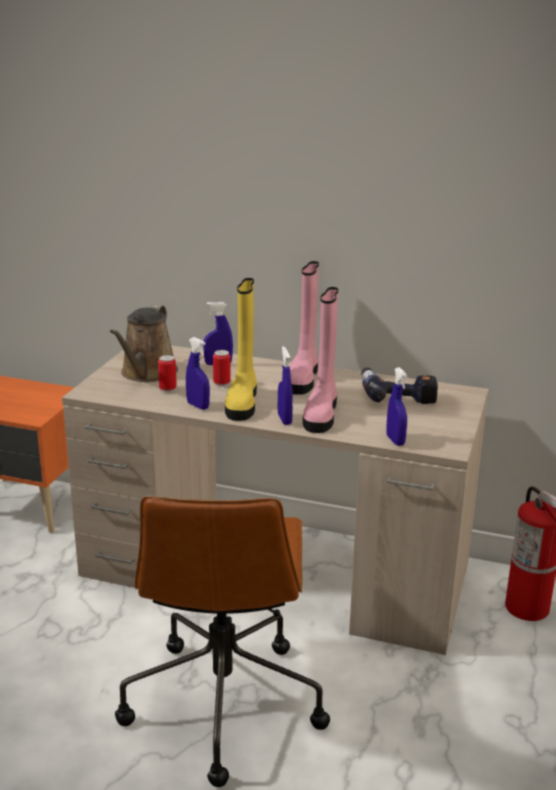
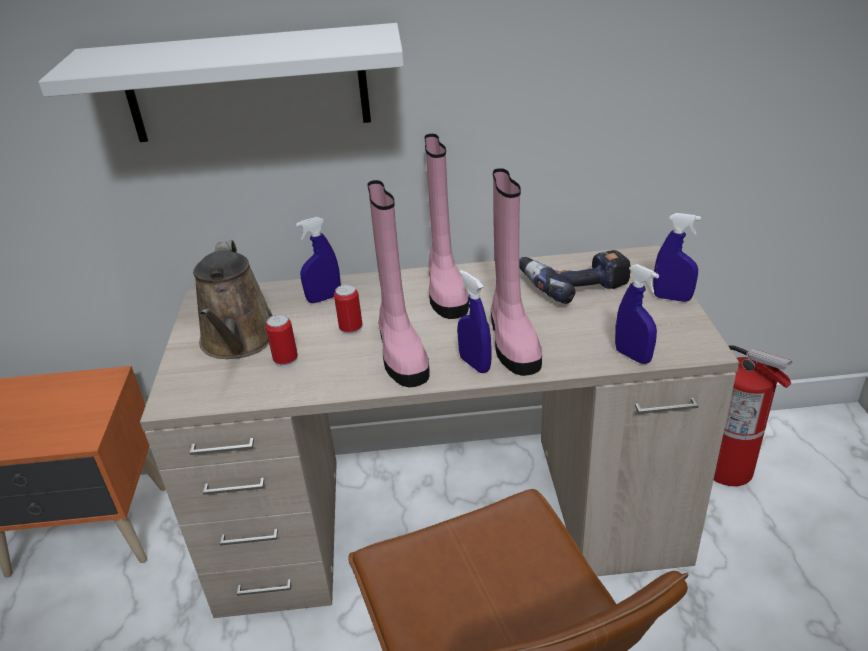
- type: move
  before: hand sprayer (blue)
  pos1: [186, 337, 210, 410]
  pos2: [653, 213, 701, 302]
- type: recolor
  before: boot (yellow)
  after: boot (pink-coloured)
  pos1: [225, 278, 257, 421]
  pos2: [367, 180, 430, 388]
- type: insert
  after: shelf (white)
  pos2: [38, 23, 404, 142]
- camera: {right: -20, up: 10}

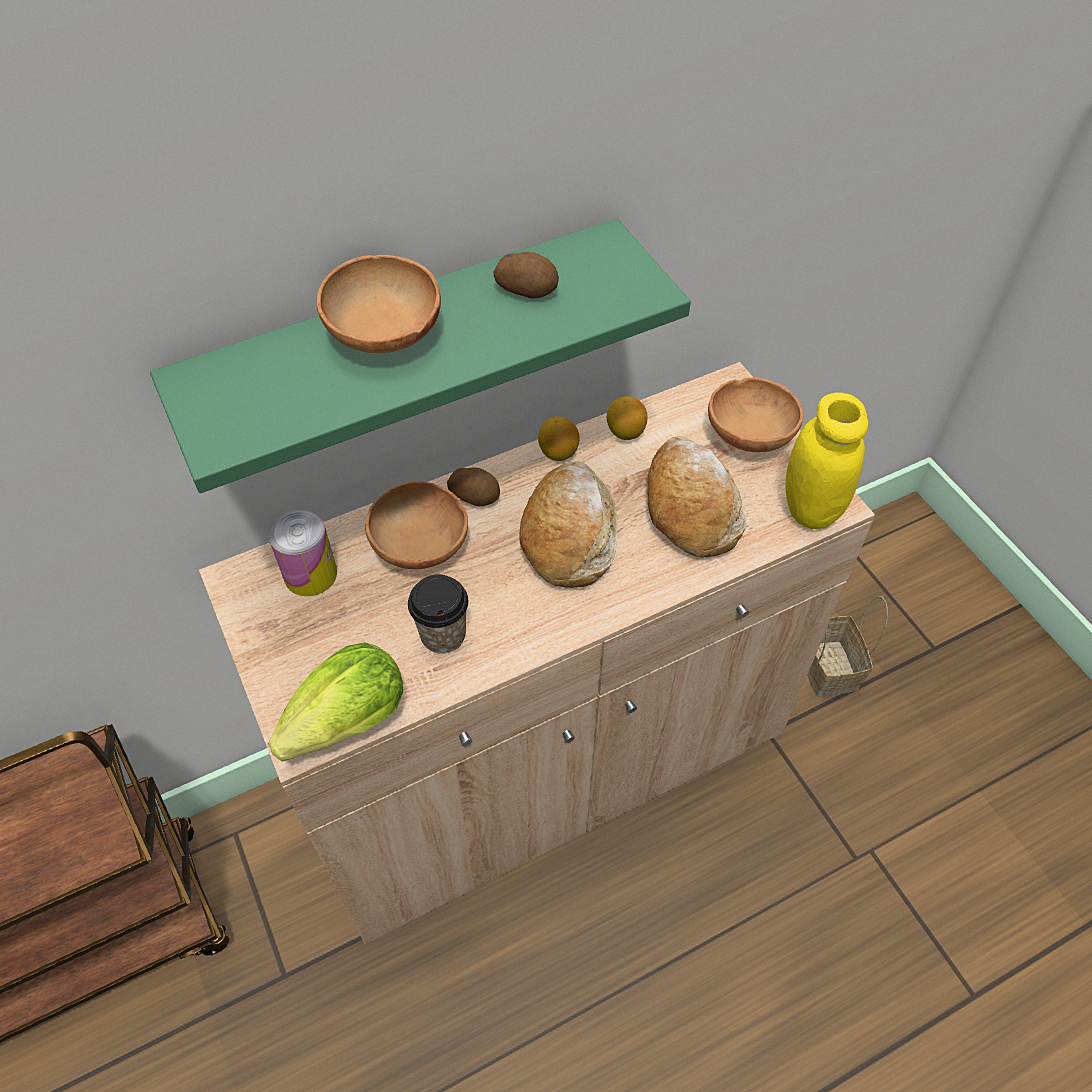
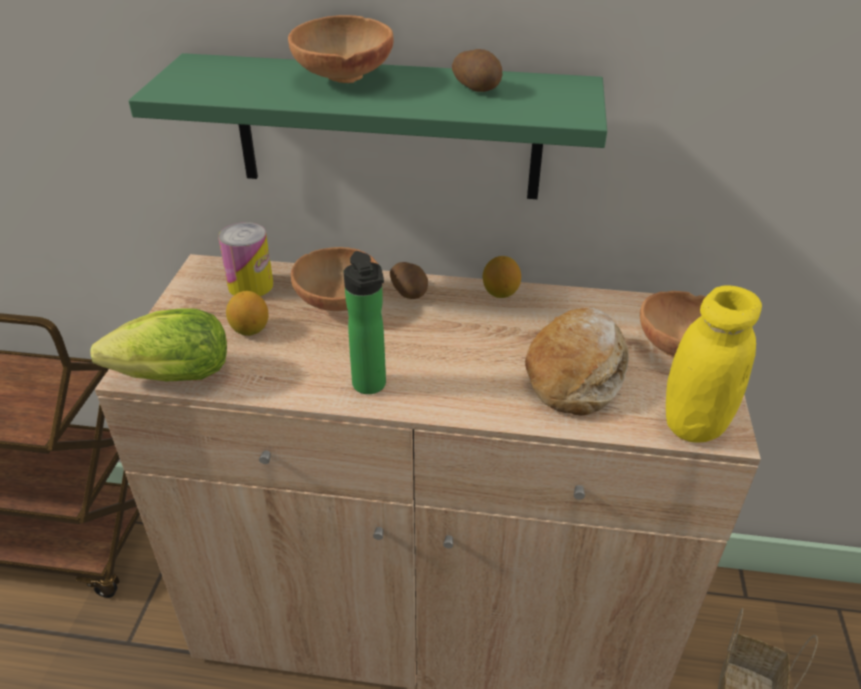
- type: delete
  before: cup
  pos1: [408, 574, 468, 654]
- type: delete
  before: bakery bread
  pos1: [519, 462, 617, 588]
- type: move
  before: lemon
  pos1: [607, 396, 647, 440]
  pos2: [226, 291, 269, 336]
- type: insert
  after: bottle
  pos2: [344, 251, 386, 394]
- camera: {right: 35, up: -15}

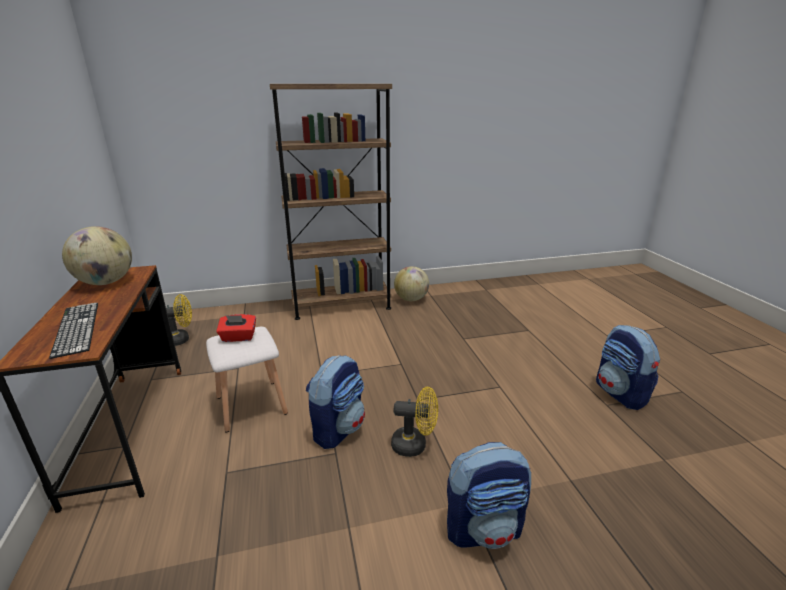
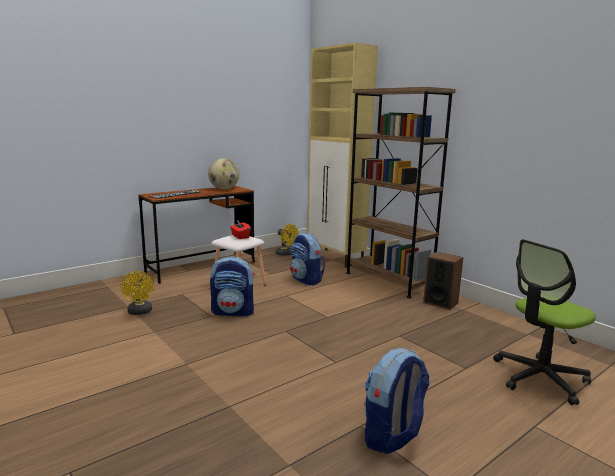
- type: move
  before: electric fan (yellow)
  pos1: [391, 387, 438, 457]
  pos2: [120, 271, 154, 315]
- type: replace
  before: globe
  after: audio speaker
  pos1: [394, 266, 429, 301]
  pos2: [423, 252, 463, 310]
- type: move
  before: rucksack
  pos1: [447, 442, 531, 549]
  pos2: [290, 233, 325, 285]
- type: insert
  after: cabinet (beige-coloured)
  pos2: [307, 42, 378, 268]
- type: insert
  after: desk chair
  pos2: [493, 239, 596, 405]
- camera: {right: 65, up: -10}

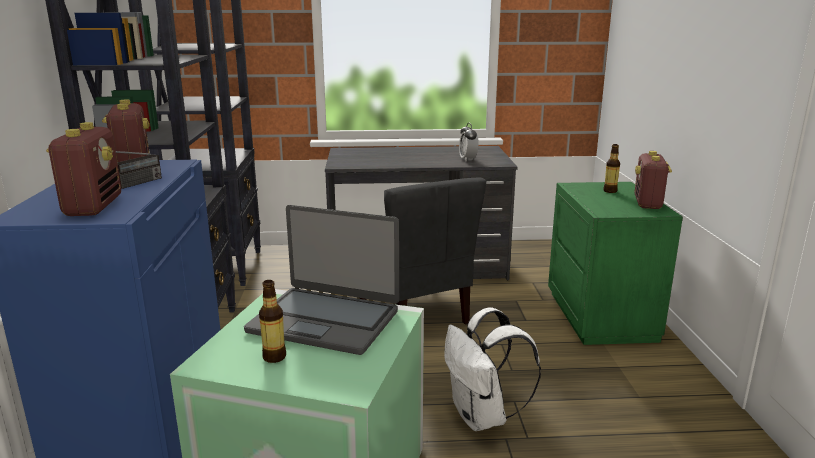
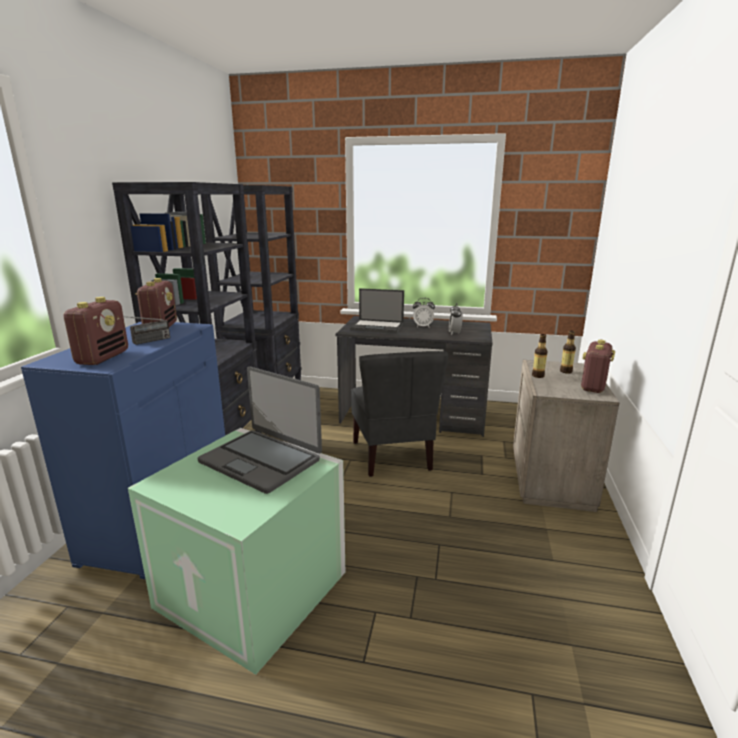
- type: move
  before: bottle
  pos1: [259, 280, 286, 363]
  pos2: [532, 334, 548, 378]
- type: delete
  before: rucksack (white)
  pos1: [444, 307, 541, 431]
- type: recolor
  before: nightstand (green-coloured)
  after: nightstand (beige-coloured)
  pos1: [548, 182, 683, 345]
  pos2: [513, 360, 620, 512]
- type: insert
  after: laptop
  pos2: [350, 288, 404, 333]
- type: insert
  after: bedside clock
  pos2: [413, 298, 435, 328]
- camera: {right: 15, up: 0}

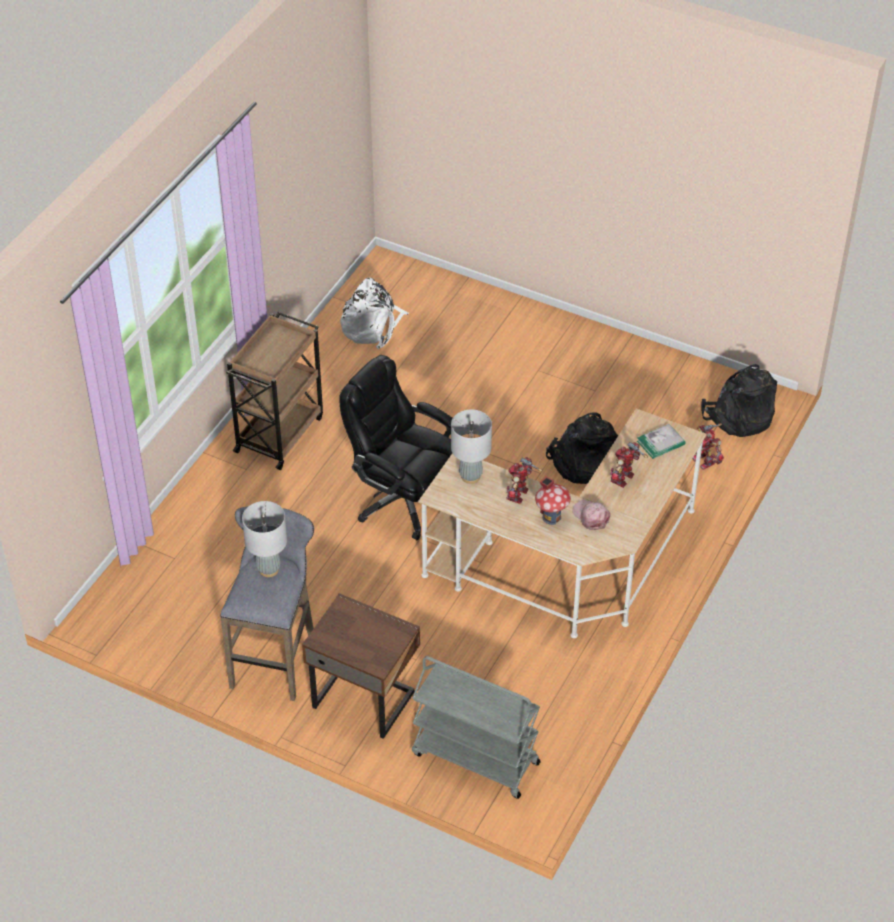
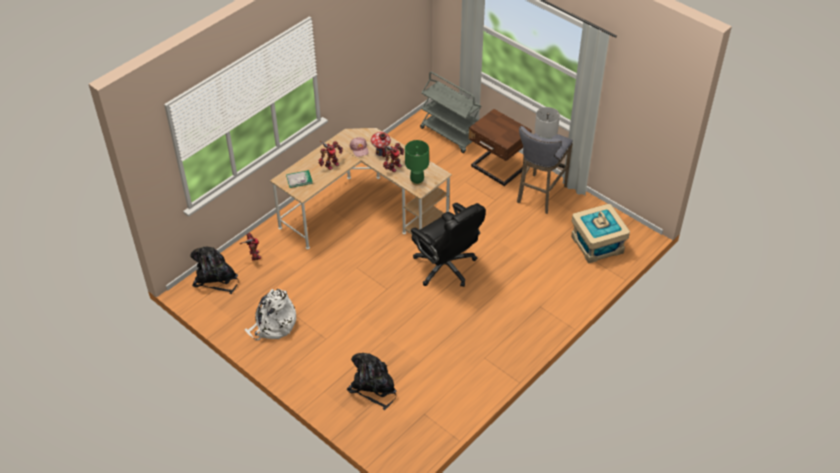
- type: delete
  before: trolley (brownish)
  pos1: [226, 312, 323, 470]
- type: move
  before: rucksack (white)
  pos1: [340, 278, 409, 349]
  pos2: [244, 289, 296, 340]
- type: recolor
  before: tabletop lamp (gray)
  after: tabletop lamp (green-coloured)
  pos1: [451, 409, 492, 484]
  pos2: [405, 140, 429, 185]
- type: move
  before: rucksack (blackish)
  pos1: [546, 412, 618, 484]
  pos2: [347, 353, 397, 411]
- type: insert
  after: storage box (beige-coloured)
  pos2: [571, 204, 630, 263]
- camera: {right: -165, up: 0}

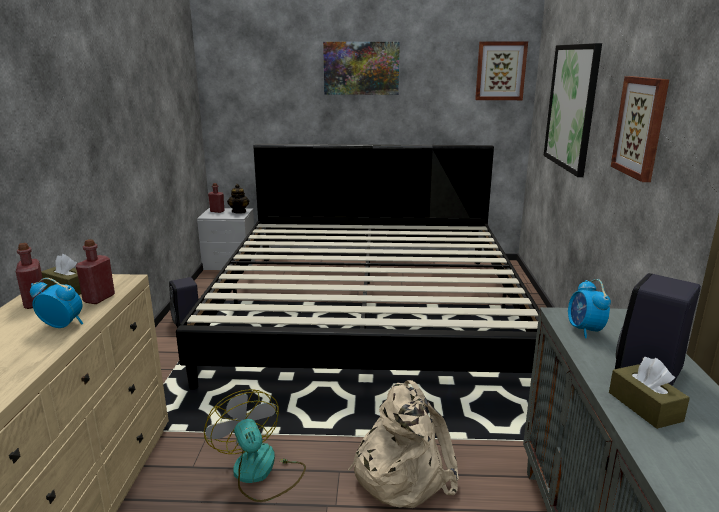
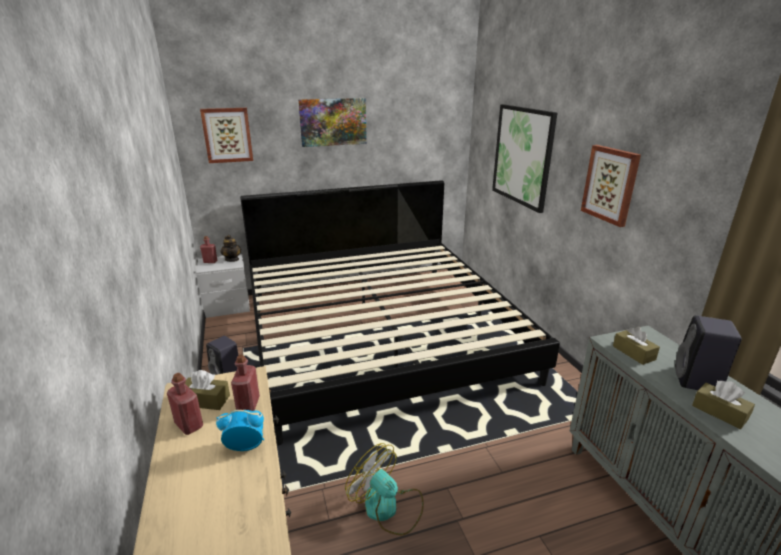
- type: delete
  before: rucksack (beige-coloured)
  pos1: [348, 380, 459, 508]
- type: move
  before: wall picture
  pos1: [475, 41, 528, 100]
  pos2: [200, 108, 253, 163]
- type: replace
  before: bedside clock
  after: tissue holder (brownish)
  pos1: [568, 279, 611, 338]
  pos2: [613, 327, 660, 365]
- camera: {right: -20, up: 5}

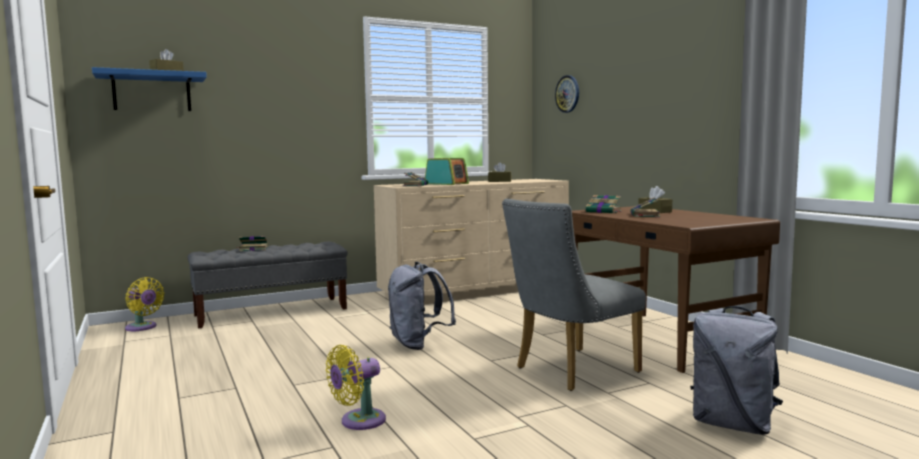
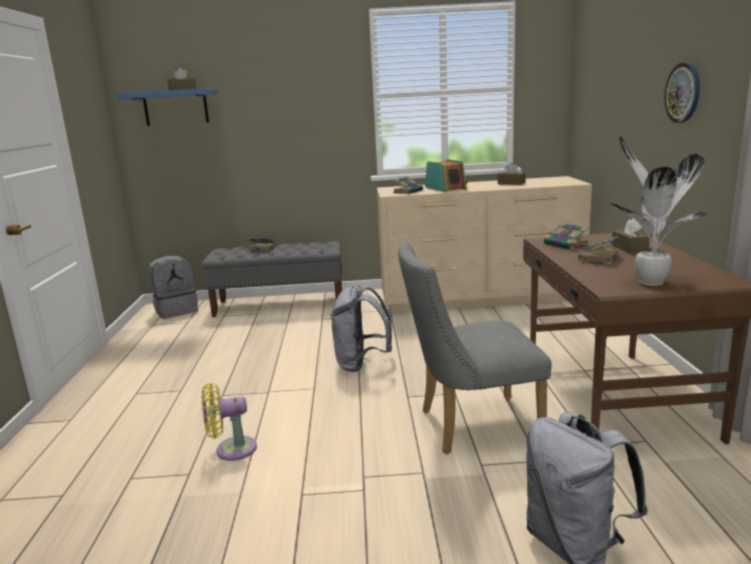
- type: replace
  before: electric fan (yellow)
  after: rucksack (gray)
  pos1: [125, 277, 165, 331]
  pos2: [148, 256, 198, 319]
- type: move
  before: wall clock
  pos1: [555, 75, 579, 113]
  pos2: [664, 62, 700, 123]
- type: insert
  after: houseplant
  pos2: [610, 136, 708, 286]
- camera: {right: 25, up: 10}

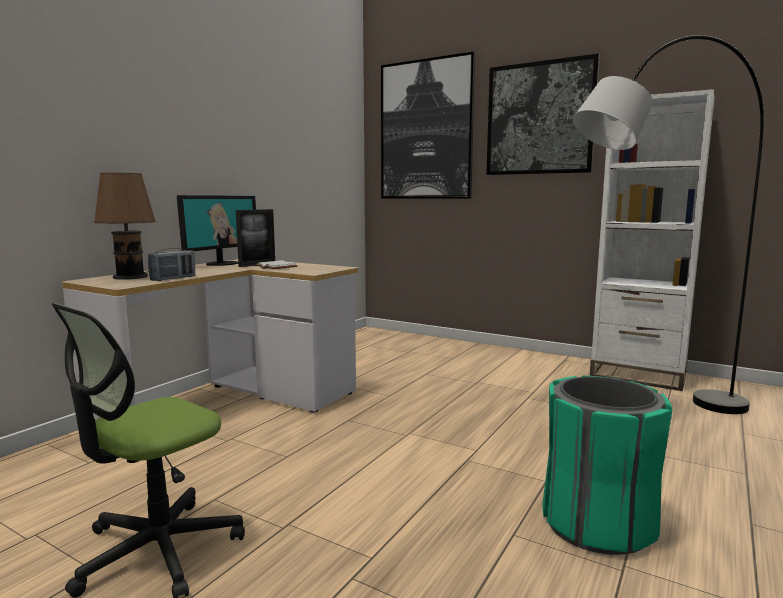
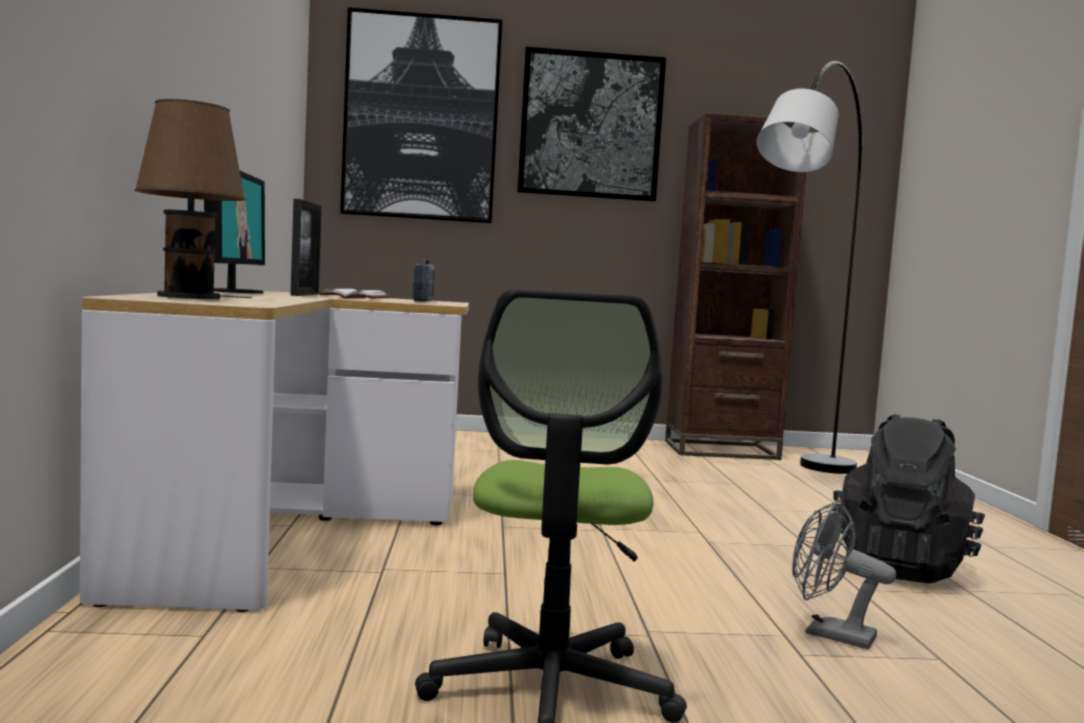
- type: move
  before: radio receiver
  pos1: [148, 248, 195, 281]
  pos2: [413, 259, 435, 302]
- type: replace
  before: waste bin (green-coloured)
  after: rucksack (blackish)
  pos1: [542, 375, 672, 555]
  pos2: [832, 414, 985, 584]
- type: recolor
  before: bookcase (white)
  after: bookcase (brownish)
  pos1: [590, 89, 715, 391]
  pos2: [665, 114, 810, 460]
- type: insert
  after: electric fan (gray)
  pos2: [793, 500, 896, 649]
- camera: {right: -35, up: -5}

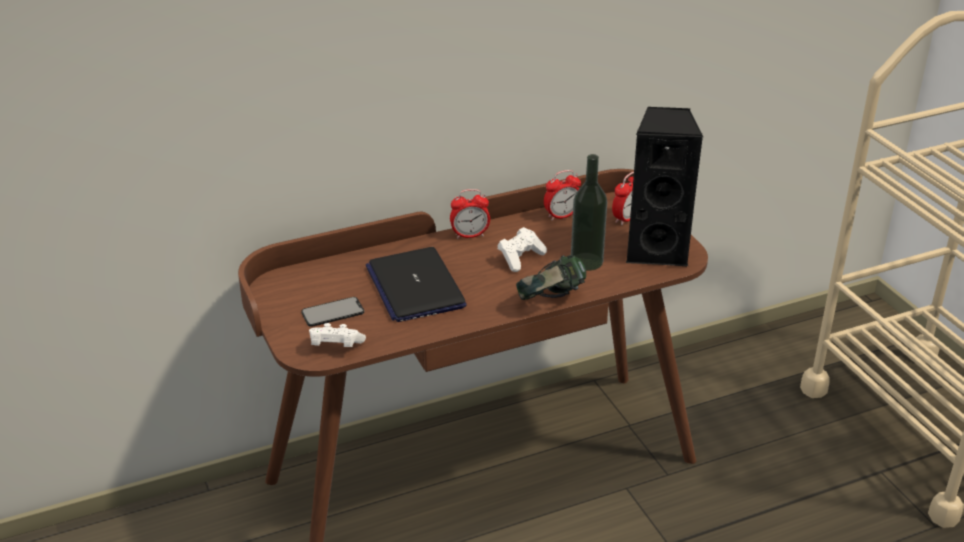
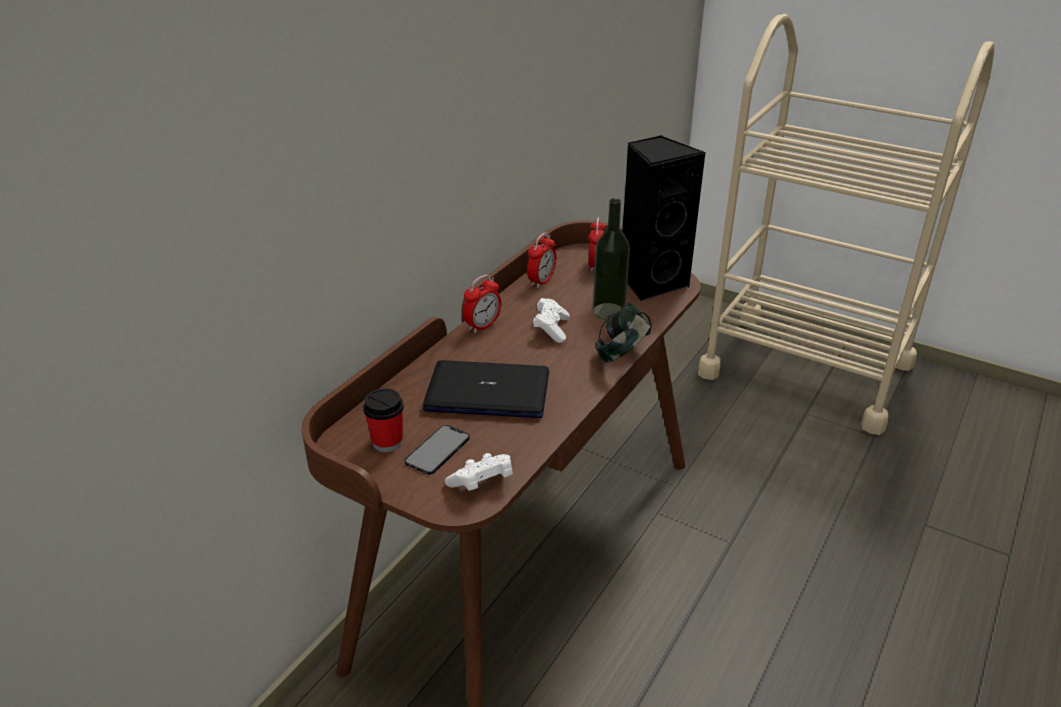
- type: rotate
  before: laptop
  pos1: [366, 247, 467, 322]
  pos2: [423, 360, 549, 418]
  turn: 150
- type: insert
  after: cup
  pos2: [363, 388, 404, 452]
- camera: {right: -35, up: 0}

